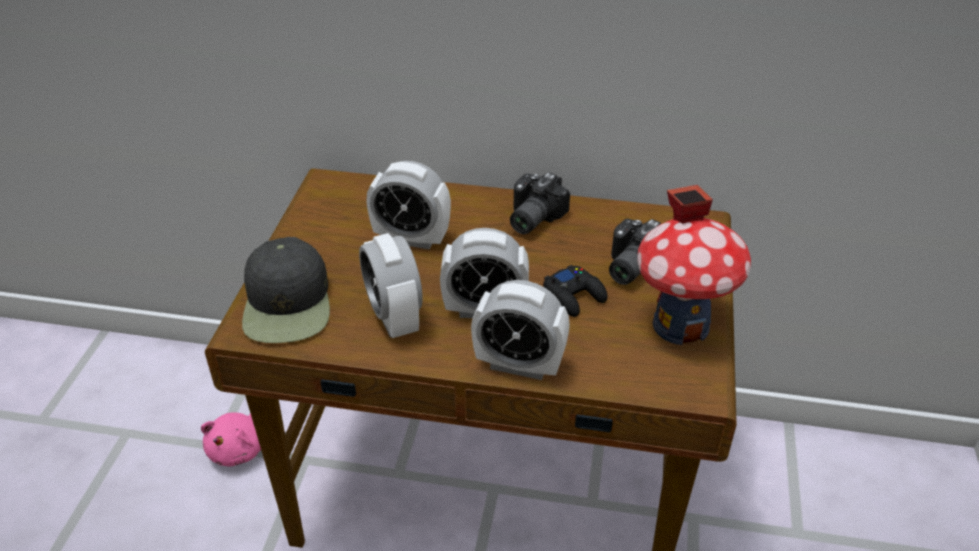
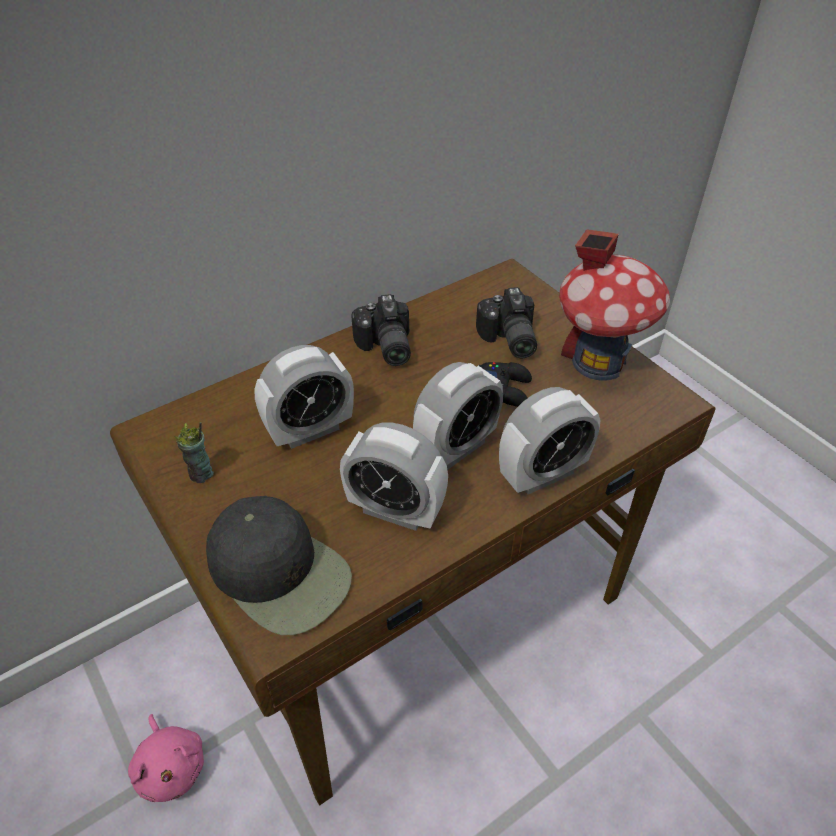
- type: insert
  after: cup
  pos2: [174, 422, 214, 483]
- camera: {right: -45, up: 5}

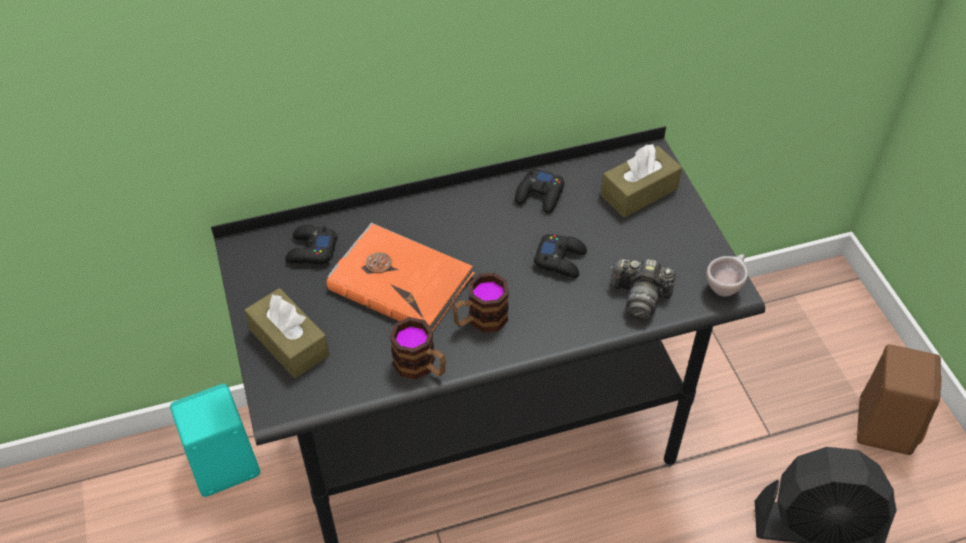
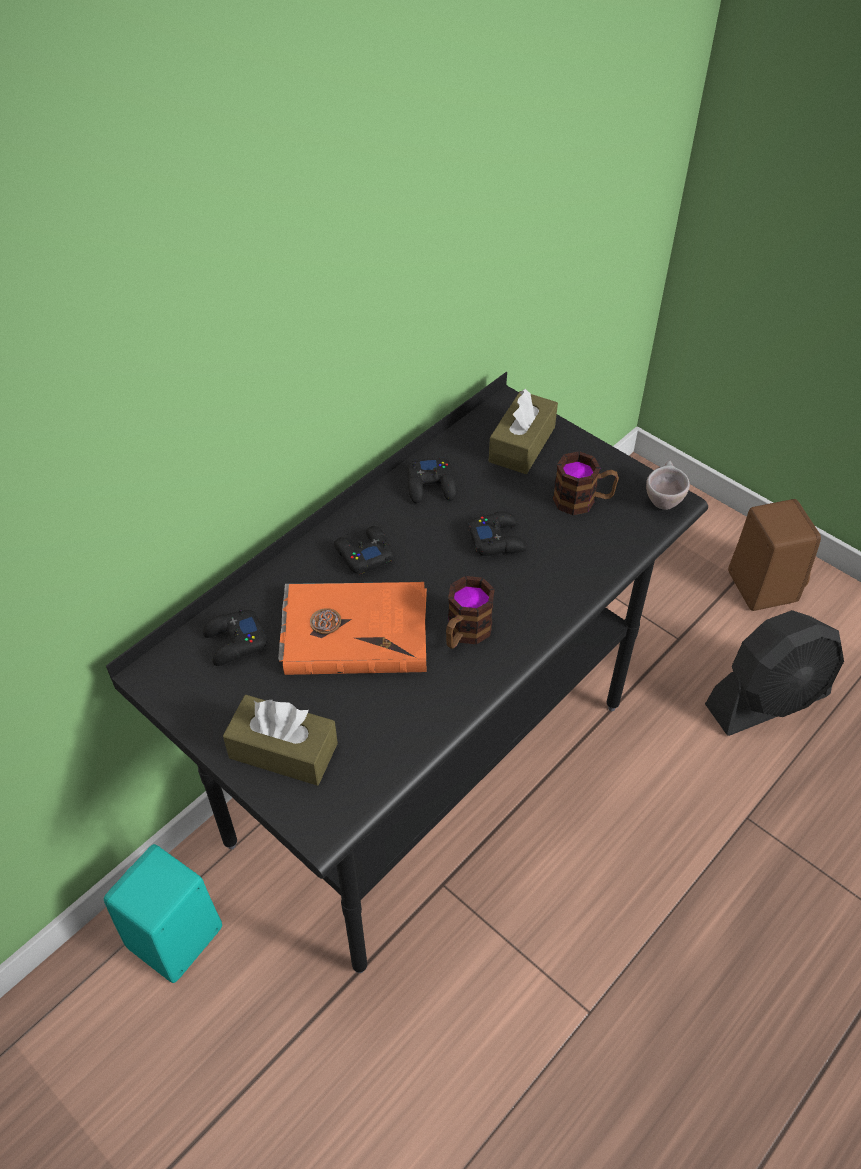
- type: move
  before: mug
  pos1: [390, 317, 446, 379]
  pos2: [553, 451, 619, 515]
- type: delete
  before: photo camera
  pos1: [610, 258, 676, 320]
- type: insert
  after: game controller (blackish)
  pos2: [334, 526, 393, 574]
- camera: {right: -30, up: 0}

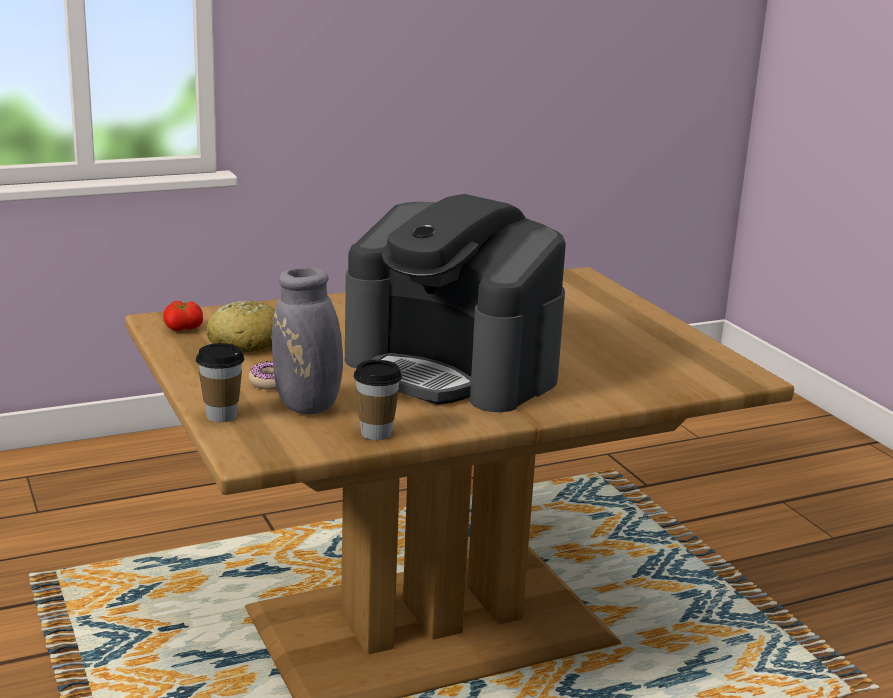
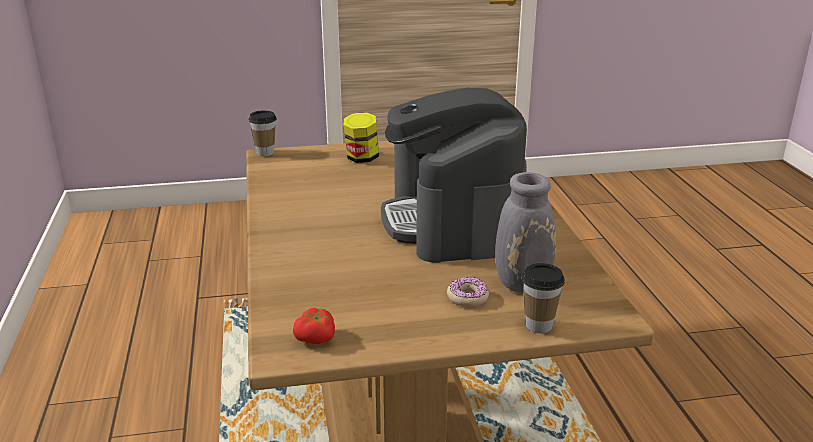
- type: delete
  before: bakery bread
  pos1: [206, 301, 275, 353]
- type: rotate
  before: coffee maker
  pos1: [345, 194, 566, 412]
  pos2: [381, 88, 527, 263]
  turn: 120
- type: move
  before: cup
  pos1: [353, 360, 402, 440]
  pos2: [249, 110, 277, 156]
- type: insert
  after: preserve jar
  pos2: [344, 112, 379, 163]
- camera: {right: -75, up: 5}

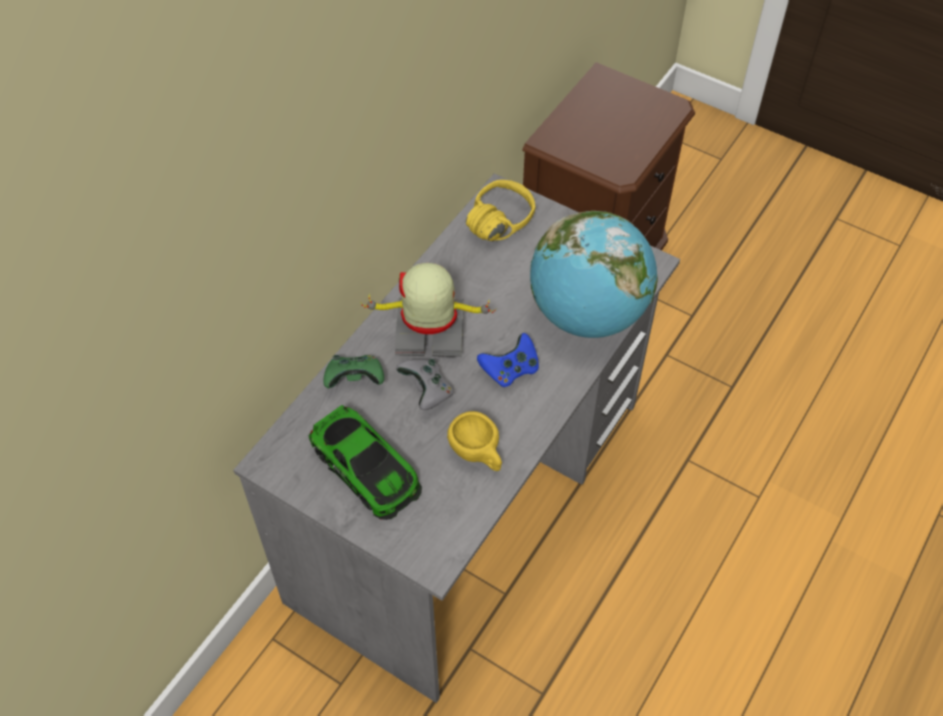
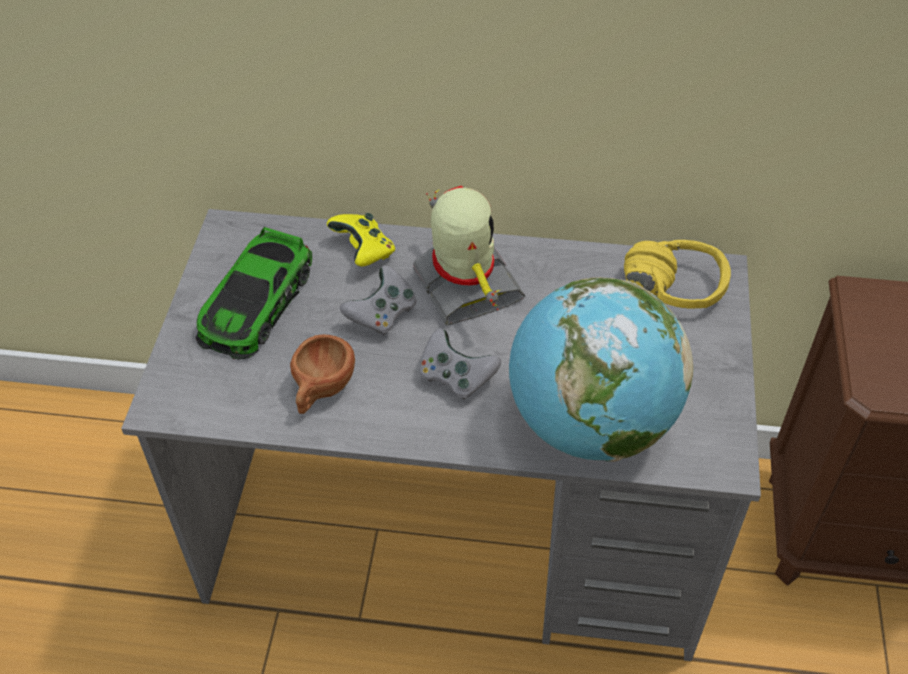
- type: recolor
  before: game controller (green-coloured)
  after: game controller (yellow)
  pos1: [323, 355, 384, 388]
  pos2: [327, 213, 395, 267]
- type: recolor
  before: cup (yellow)
  after: cup (brownish)
  pos1: [447, 411, 502, 471]
  pos2: [290, 334, 355, 414]
- type: recolor
  before: game controller (blue)
  after: game controller (gray)
  pos1: [477, 333, 539, 387]
  pos2: [419, 328, 501, 400]
- camera: {right: 65, up: -5}

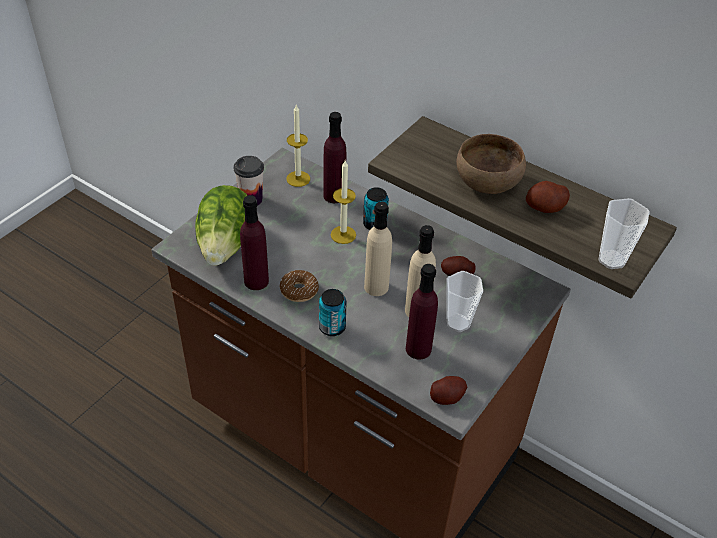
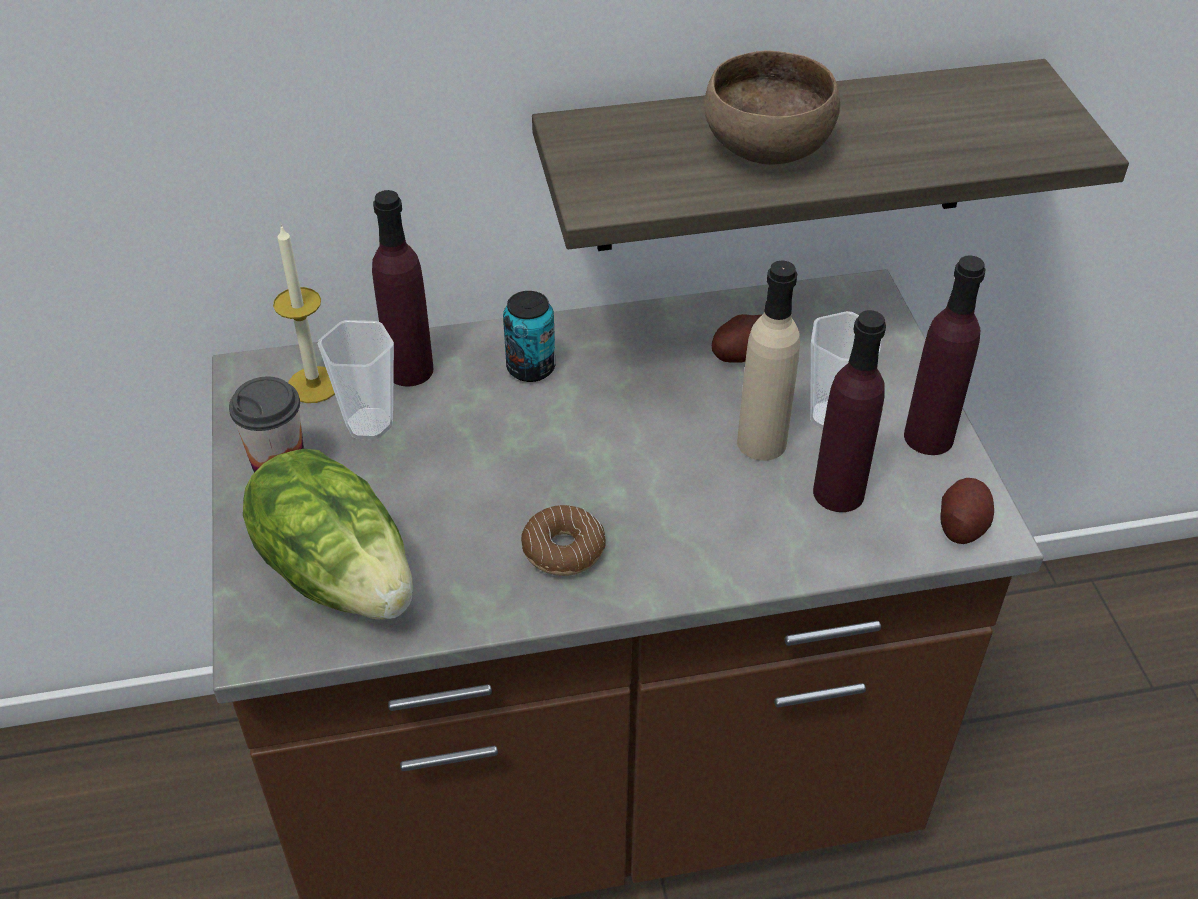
- type: move
  before: bottle (purple)
  pos1: [240, 195, 269, 290]
  pos2: [904, 255, 985, 455]
- type: delete
  before: sealed can
  pos1: [319, 289, 346, 336]
- type: delete
  before: candle
  pos1: [331, 160, 356, 244]
- type: delete
  before: bottle (beige-coloured)
  pos1: [364, 202, 392, 296]
- type: delete
  before: whole potato
  pos1: [526, 181, 570, 213]
- type: move
  before: cup
  pos1: [598, 198, 650, 269]
  pos2: [318, 320, 394, 440]
- camera: {right: -45, up: 0}

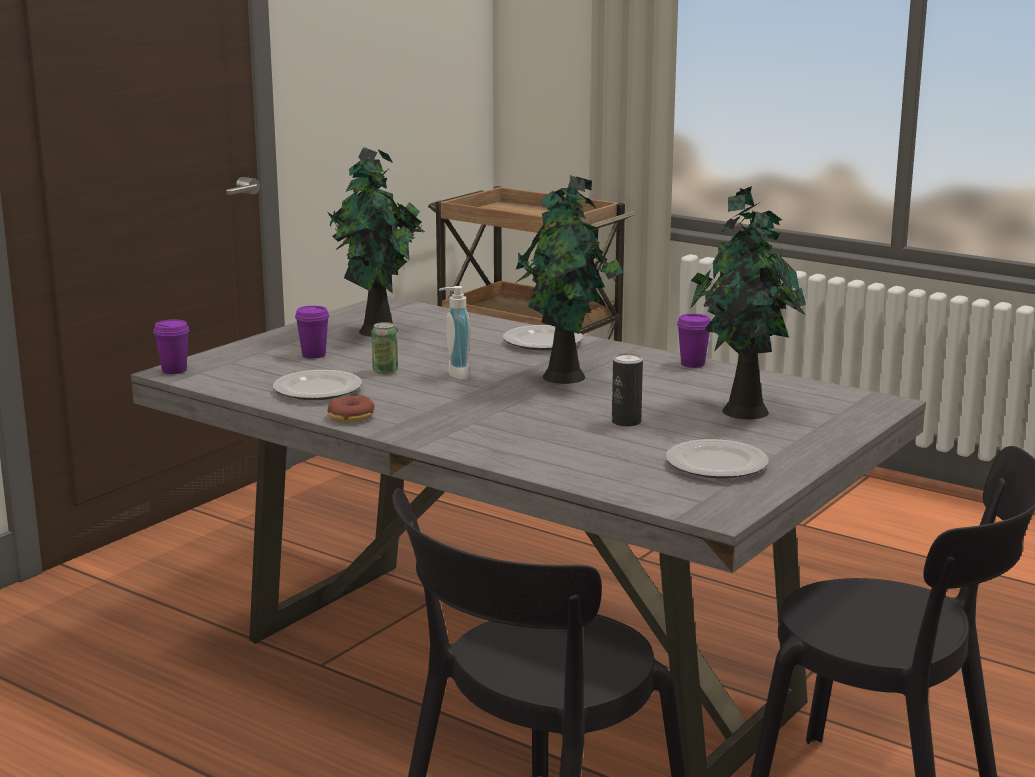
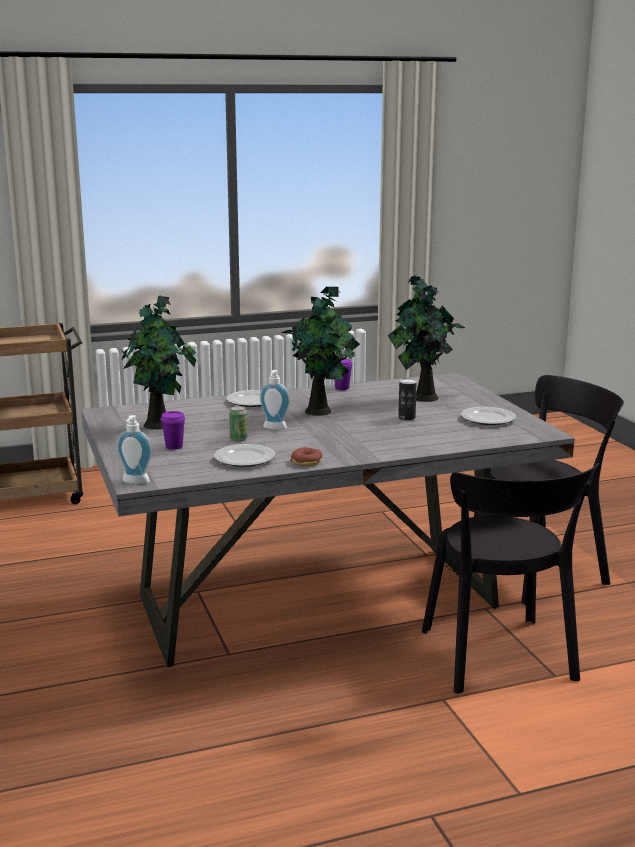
- type: replace
  before: cup (purple)
  after: soap dispenser
  pos1: [153, 319, 189, 374]
  pos2: [117, 415, 152, 484]
- camera: {right: -55, up: 0}

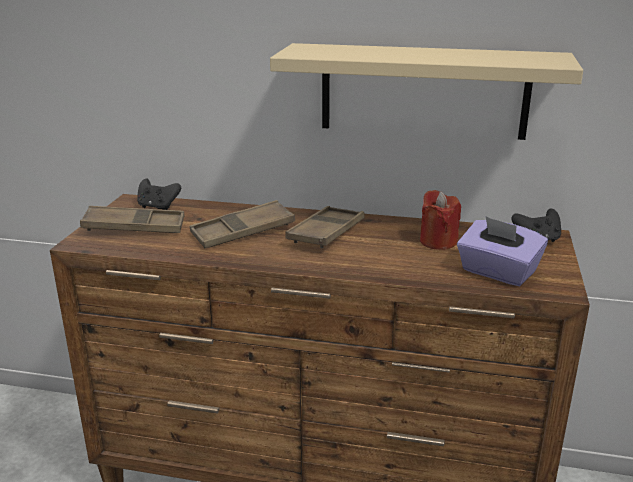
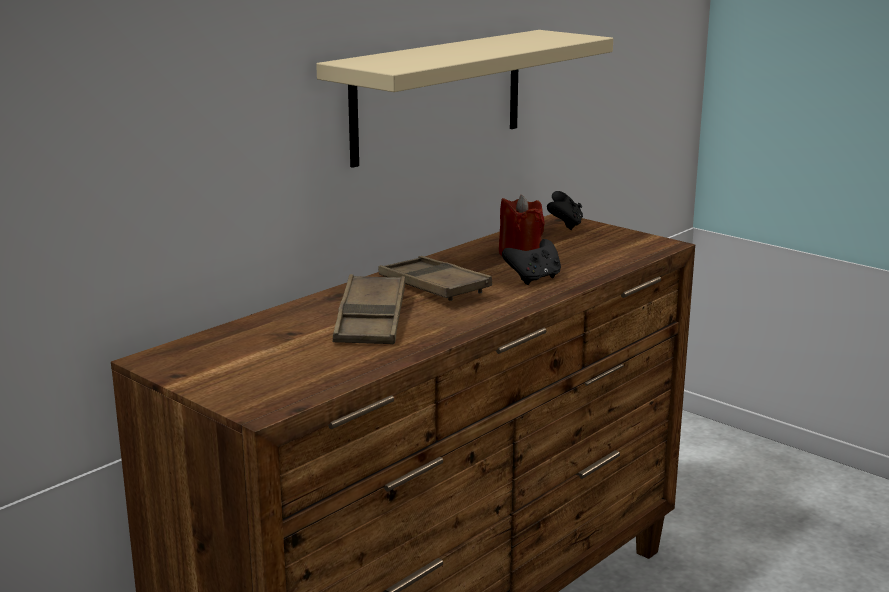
- type: delete
  before: carrying tray (brownish)
  pos1: [80, 206, 184, 233]
- type: move
  before: game controller (blackish)
  pos1: [137, 179, 181, 210]
  pos2: [502, 239, 561, 285]
- type: delete
  before: tissue holder (purple)
  pos1: [457, 217, 548, 286]
- camera: {right: -60, up: -5}

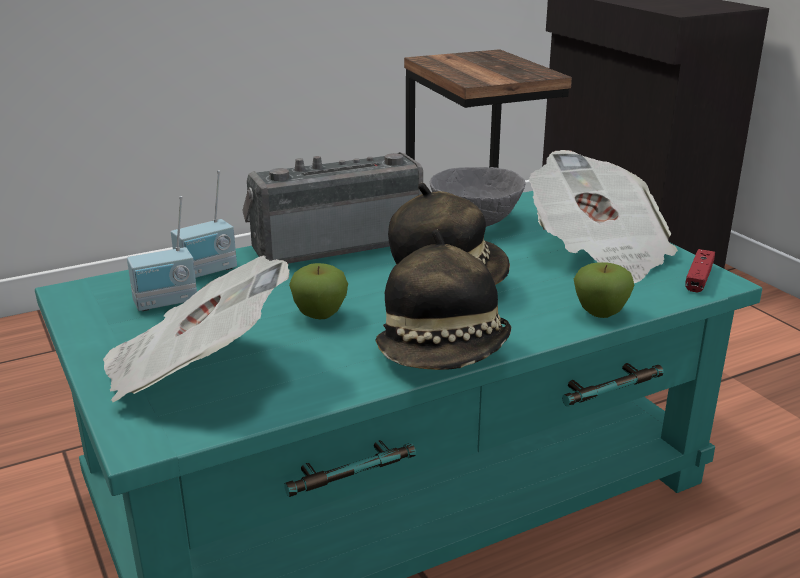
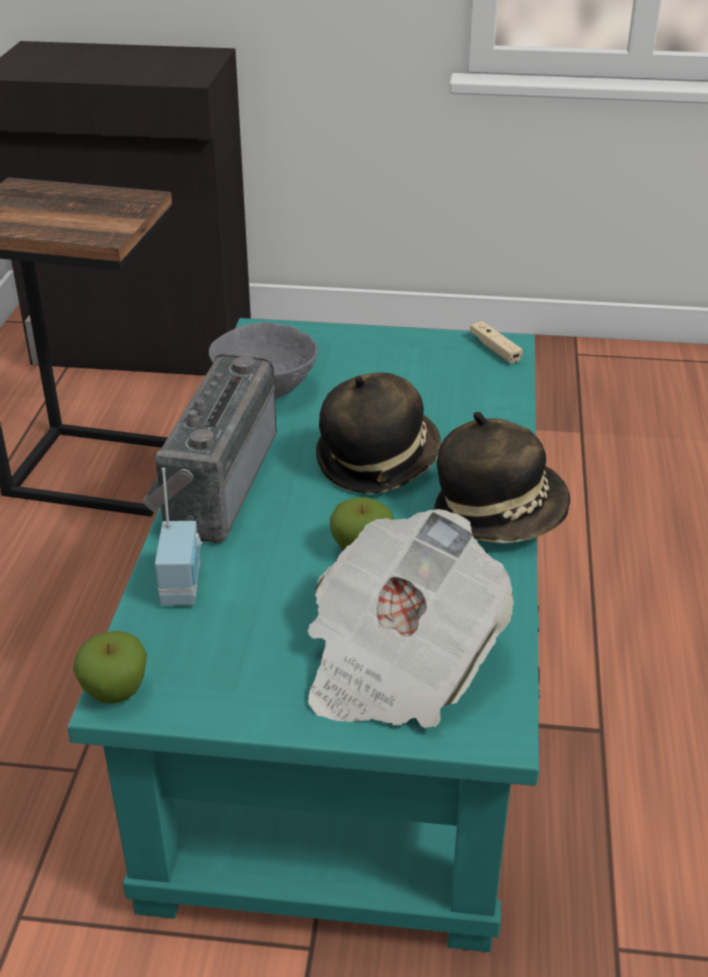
- type: delete
  before: radio receiver
  pos1: [127, 196, 197, 311]
- type: delete
  before: daily paper
  pos1: [529, 150, 678, 283]
- type: move
  before: apple fruit
  pos1: [574, 262, 634, 318]
  pos2: [73, 631, 147, 704]
- type: recolor
  before: game controller (red-coloured)
  after: game controller (beige-coloured)
  pos1: [685, 249, 715, 293]
  pos2: [470, 321, 523, 364]
- camera: {right: -55, up: 10}

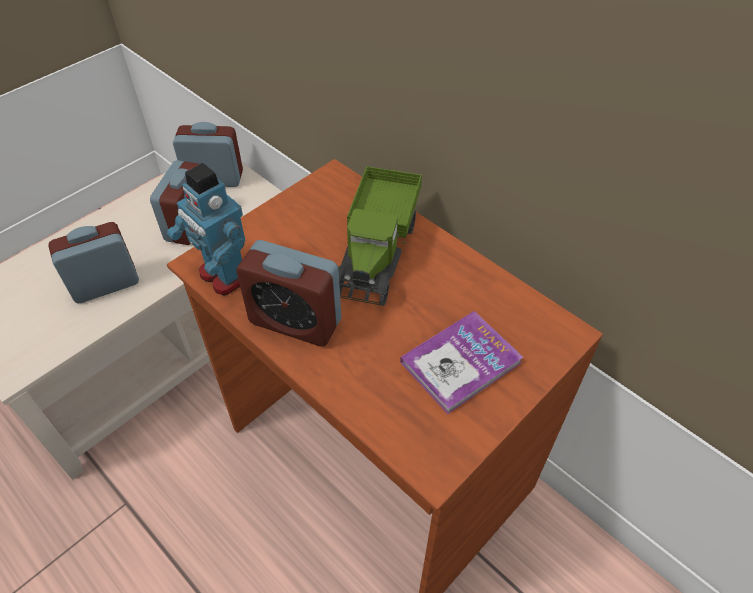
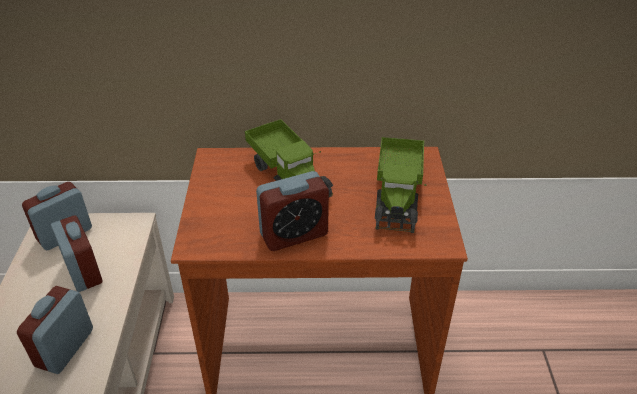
- type: delete
  before: robot figure
  pos1: [167, 163, 245, 295]
- type: replace
  before: bound book
  after: toy lorry
  pos1: [400, 311, 523, 414]
  pos2: [375, 137, 426, 233]
- camera: {right: -45, up: -10}

